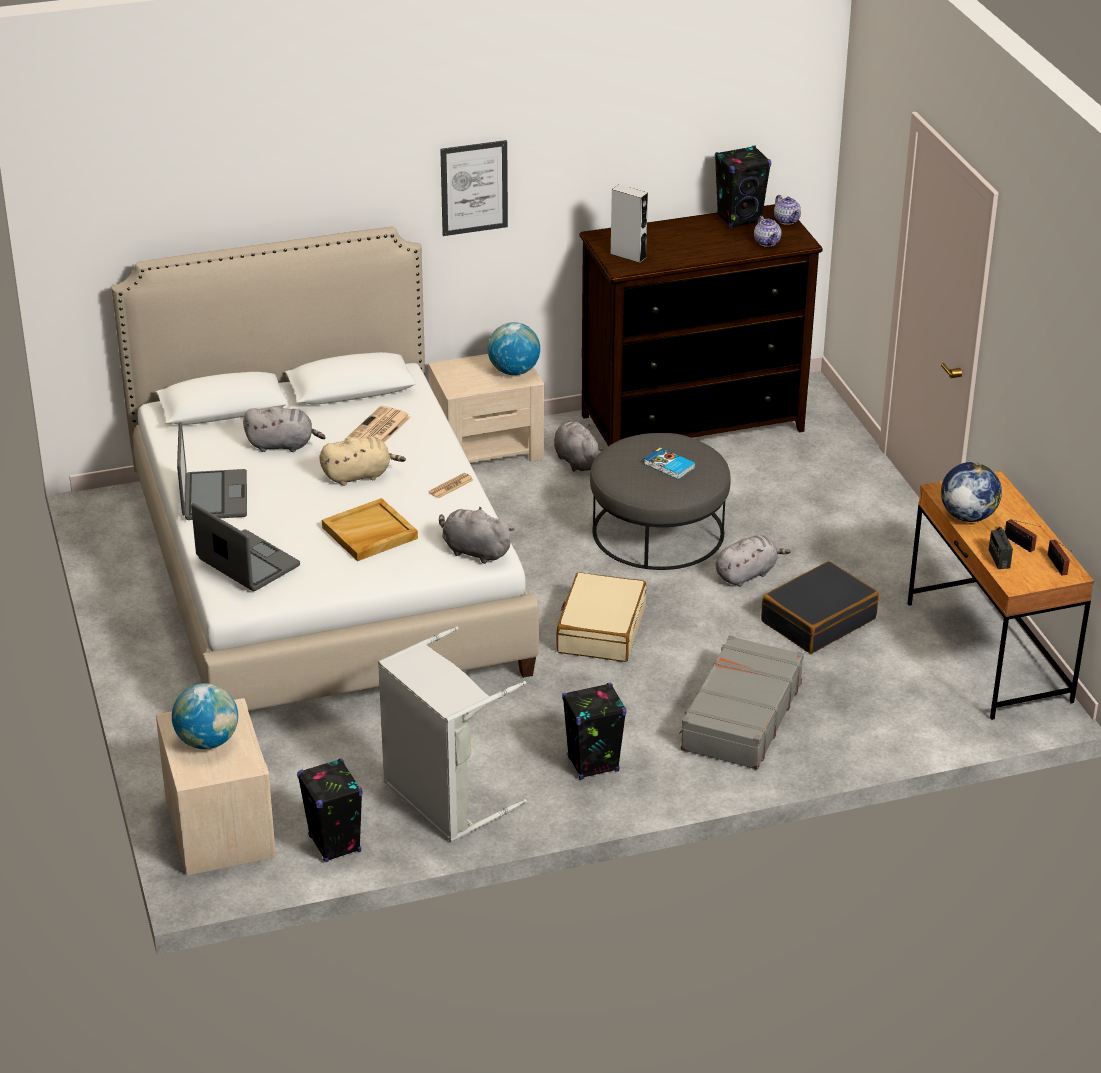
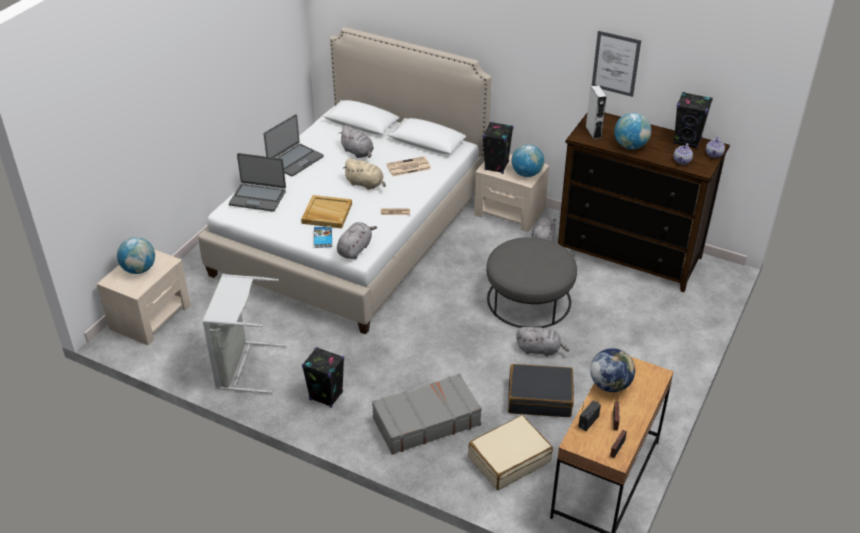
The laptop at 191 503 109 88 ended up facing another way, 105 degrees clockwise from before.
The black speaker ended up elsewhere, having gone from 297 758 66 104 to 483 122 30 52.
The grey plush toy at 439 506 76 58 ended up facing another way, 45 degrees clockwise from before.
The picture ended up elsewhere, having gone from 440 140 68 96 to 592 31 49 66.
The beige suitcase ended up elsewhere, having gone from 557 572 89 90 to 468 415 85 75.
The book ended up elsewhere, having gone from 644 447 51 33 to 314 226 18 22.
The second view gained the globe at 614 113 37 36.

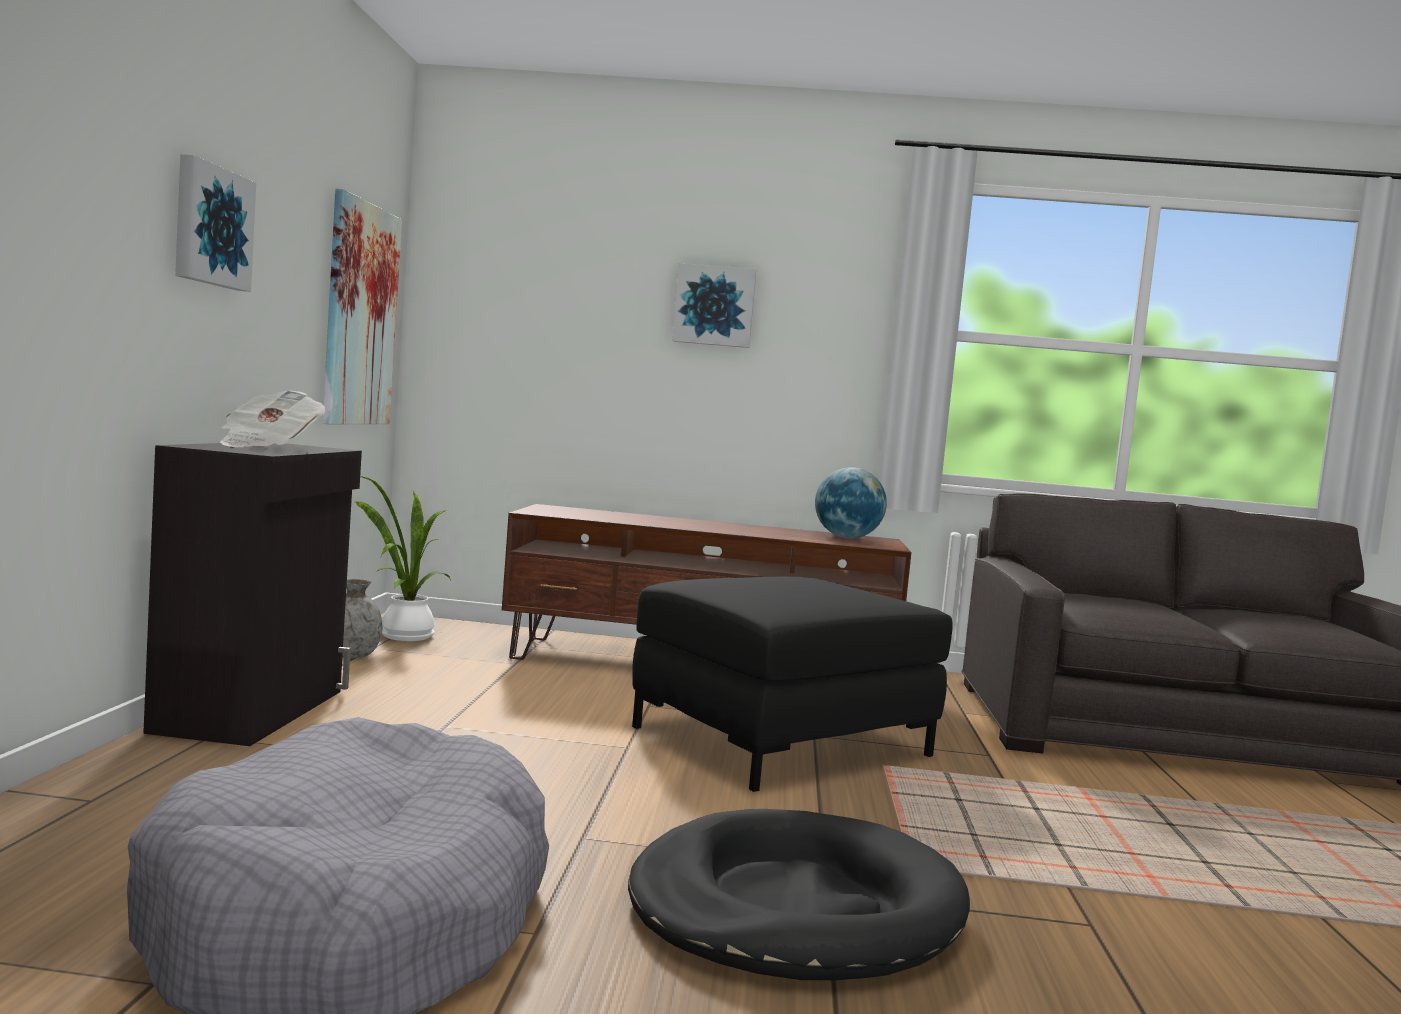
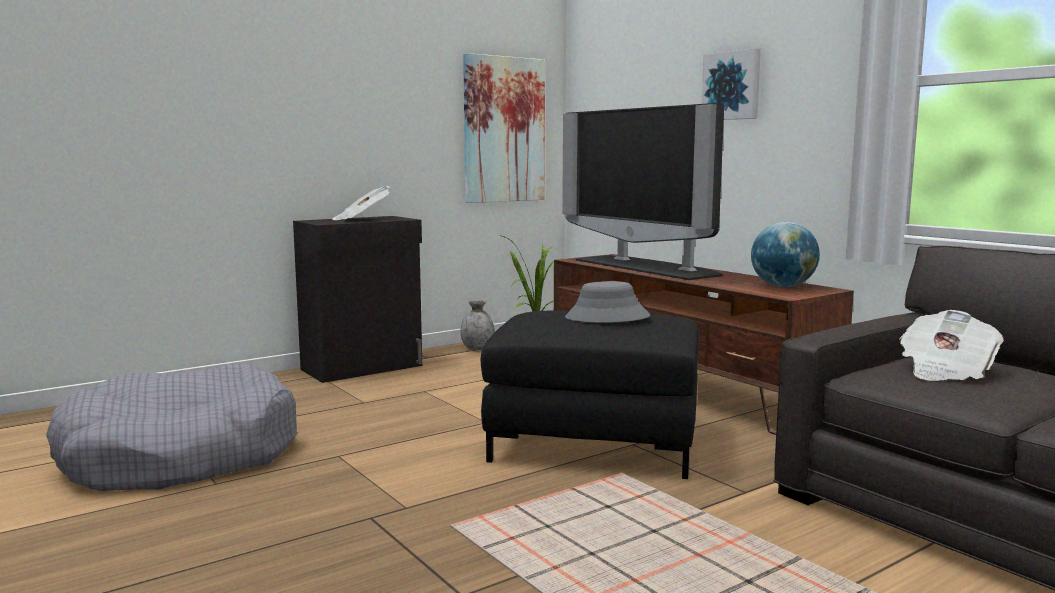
The second view lost the picture at 175 154 81 138.
The second view lost the black dog bed at 628 809 342 171.
The second view gained the television at 562 103 162 177.
The second view gained the grey hat at 565 281 85 42.
The second view gained the newspaper at 899 310 105 71.

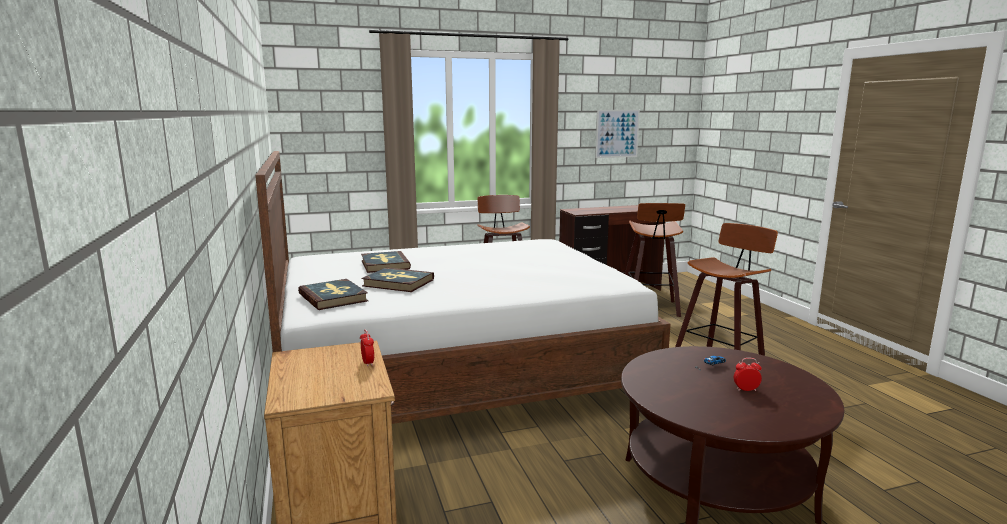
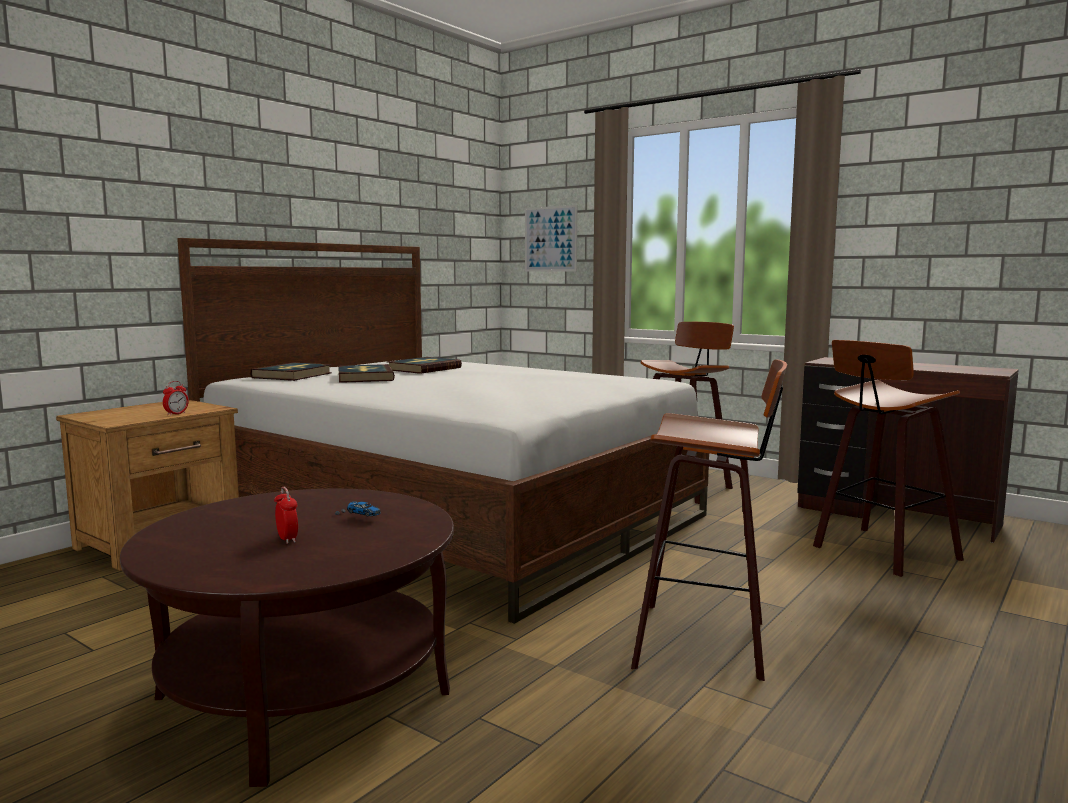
The picture ended up elsewhere, having gone from 595 110 45 48 to 525 205 52 67.

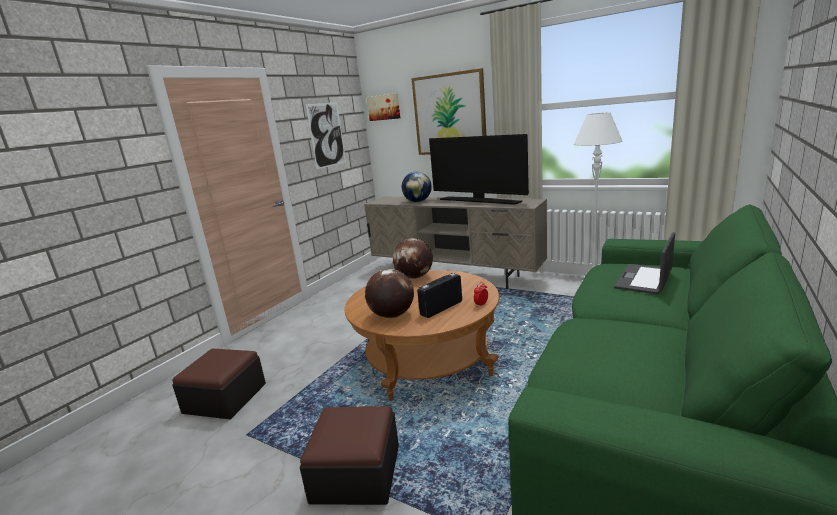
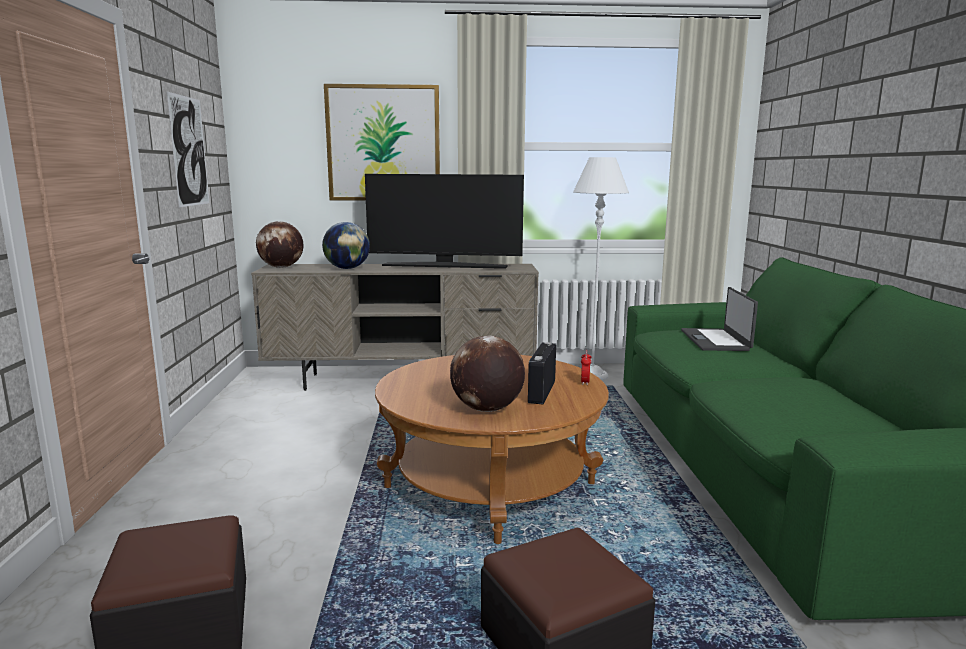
The second view lost the picture at 367 93 33 28.
The globe ended up elsewhere, having gone from 393 238 40 41 to 256 221 48 47.

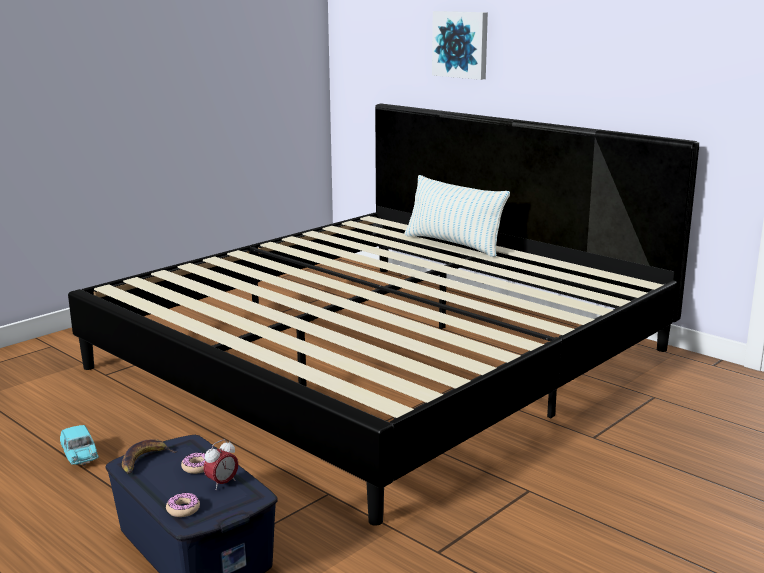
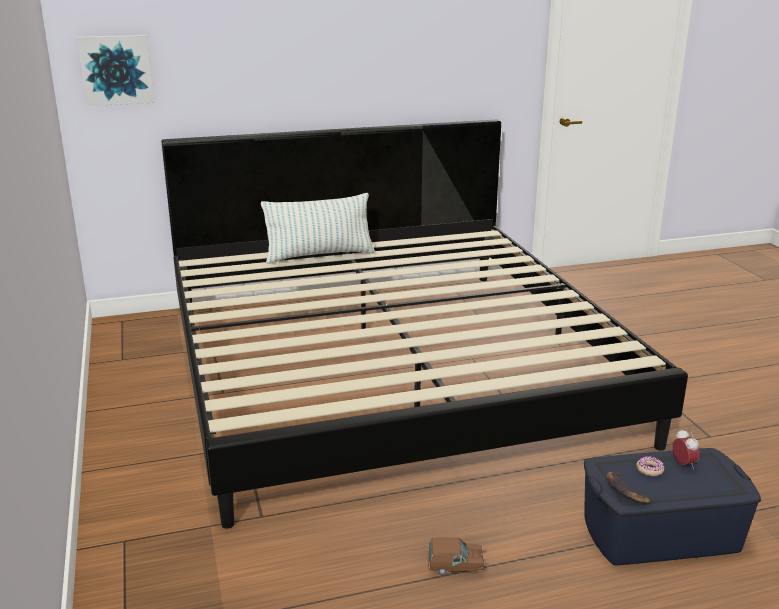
What was the turquoise toy car at 60 425 39 40 turned into the brown toy car at 428 537 57 38.
The second view lost the donut at 166 493 34 24.
The picture ended up elsewhere, having gone from 432 11 56 69 to 77 35 77 71.

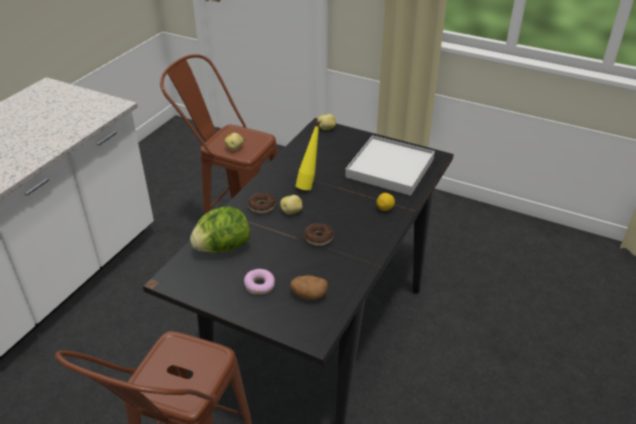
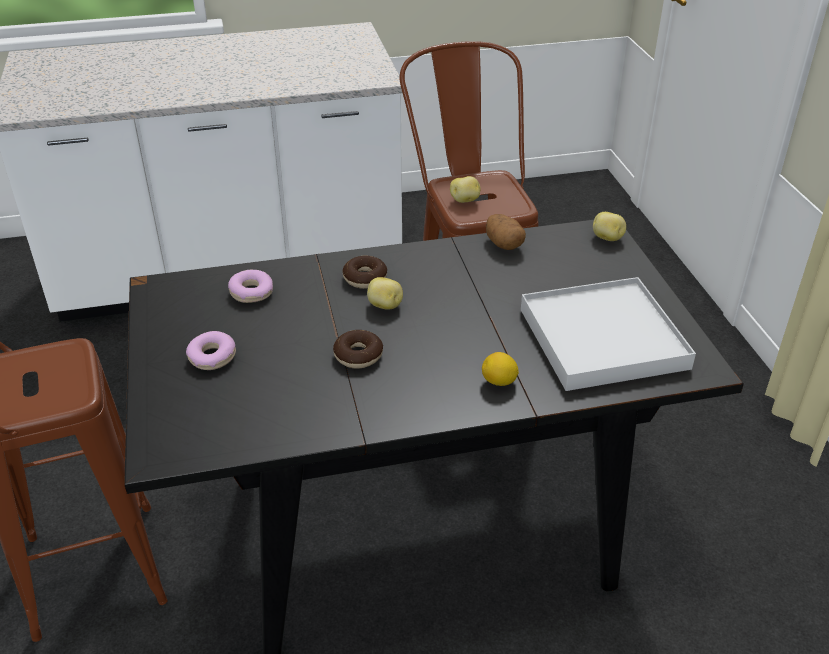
Where the lettuce stood at 190 206 60 47, the donut came to stand at 228 270 45 33.
The potato ended up elsewhere, having gone from 290 275 38 25 to 486 214 40 36.
The second view lost the yellow bottle at 296 121 24 69.

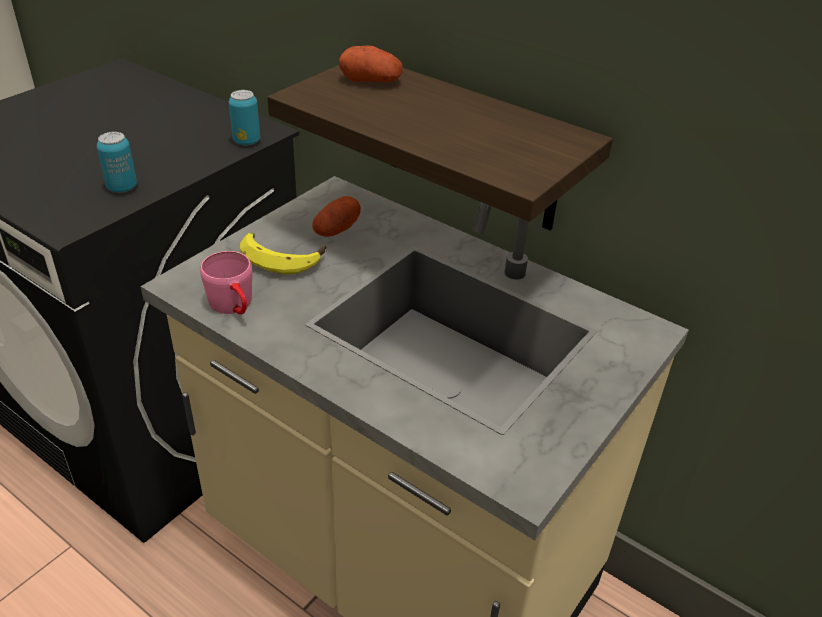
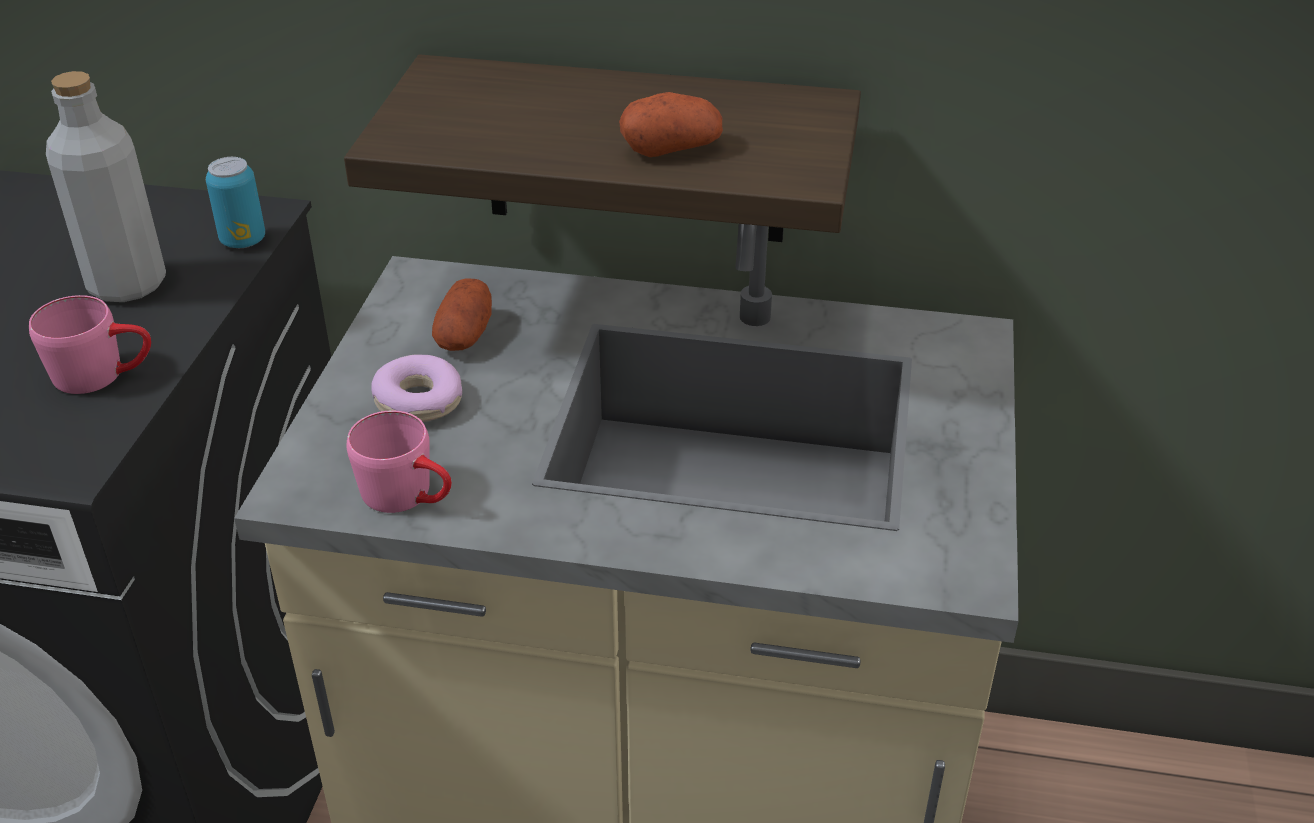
Where the can stood at 97 132 40 61, the pink mug came to stand at 29 295 122 99.
Where the banana stood at 240 233 86 41, the donut came to stand at 371 355 91 67.
The potato ended up elsewhere, having gone from 339 45 63 38 to 619 92 104 65.
The second view gained the grey bottle at 46 71 120 231.

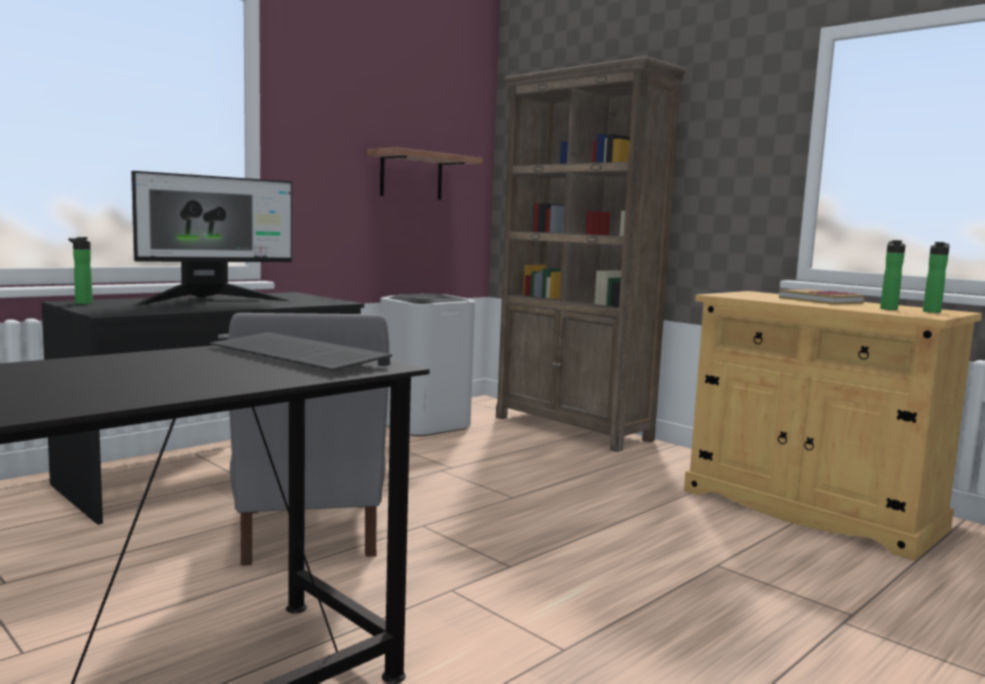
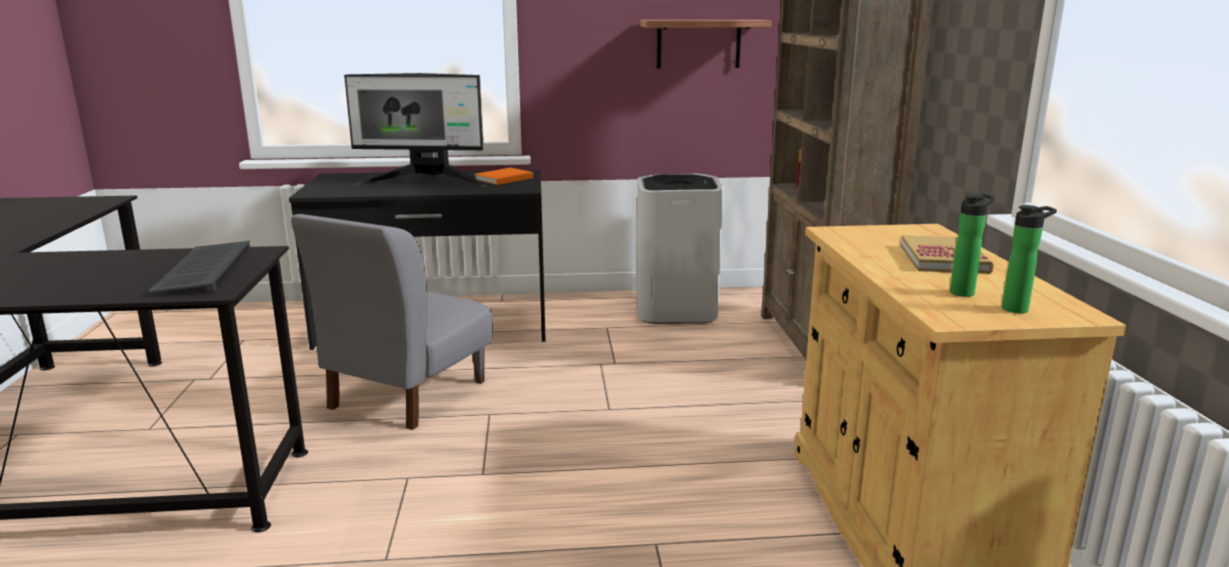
The second view lost the bottle at 69 237 24 67.
The second view gained the orange book at 474 168 59 17.

